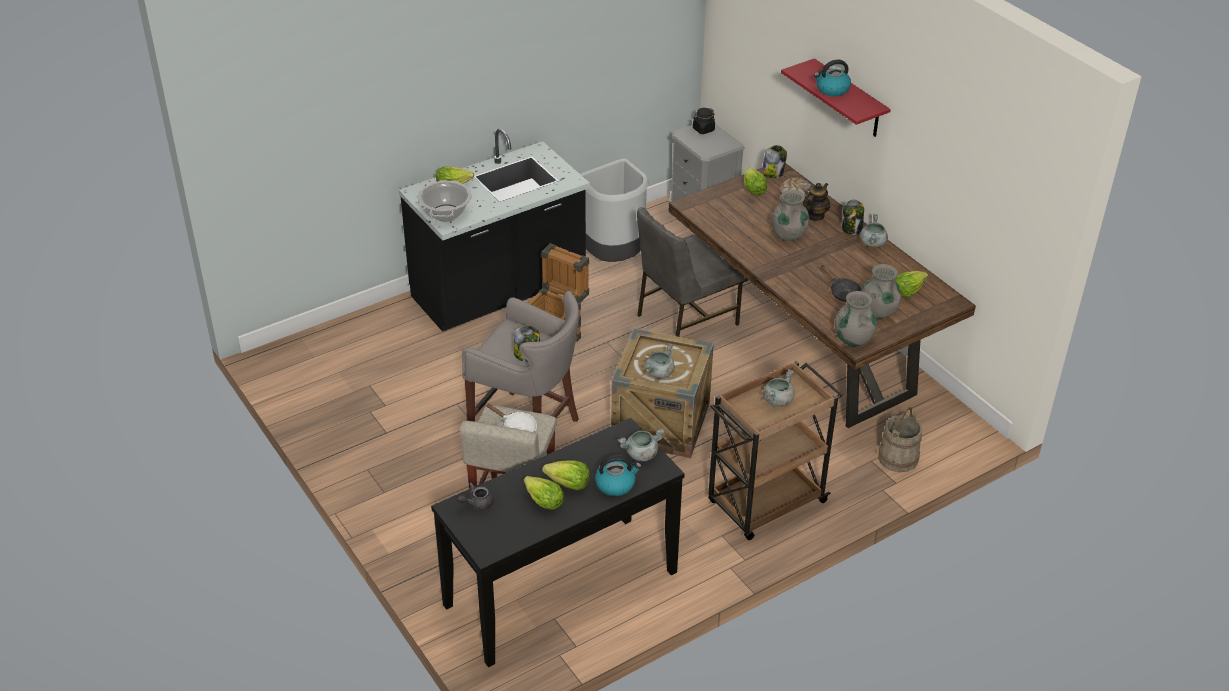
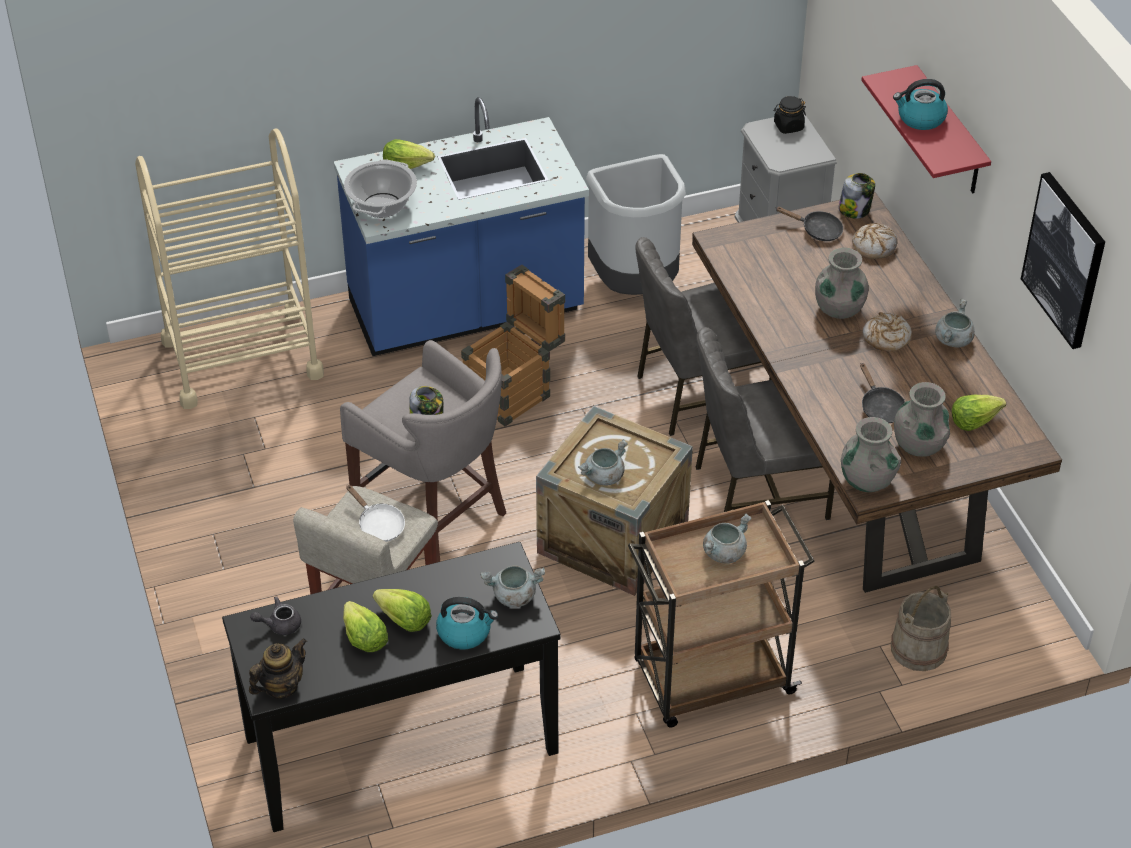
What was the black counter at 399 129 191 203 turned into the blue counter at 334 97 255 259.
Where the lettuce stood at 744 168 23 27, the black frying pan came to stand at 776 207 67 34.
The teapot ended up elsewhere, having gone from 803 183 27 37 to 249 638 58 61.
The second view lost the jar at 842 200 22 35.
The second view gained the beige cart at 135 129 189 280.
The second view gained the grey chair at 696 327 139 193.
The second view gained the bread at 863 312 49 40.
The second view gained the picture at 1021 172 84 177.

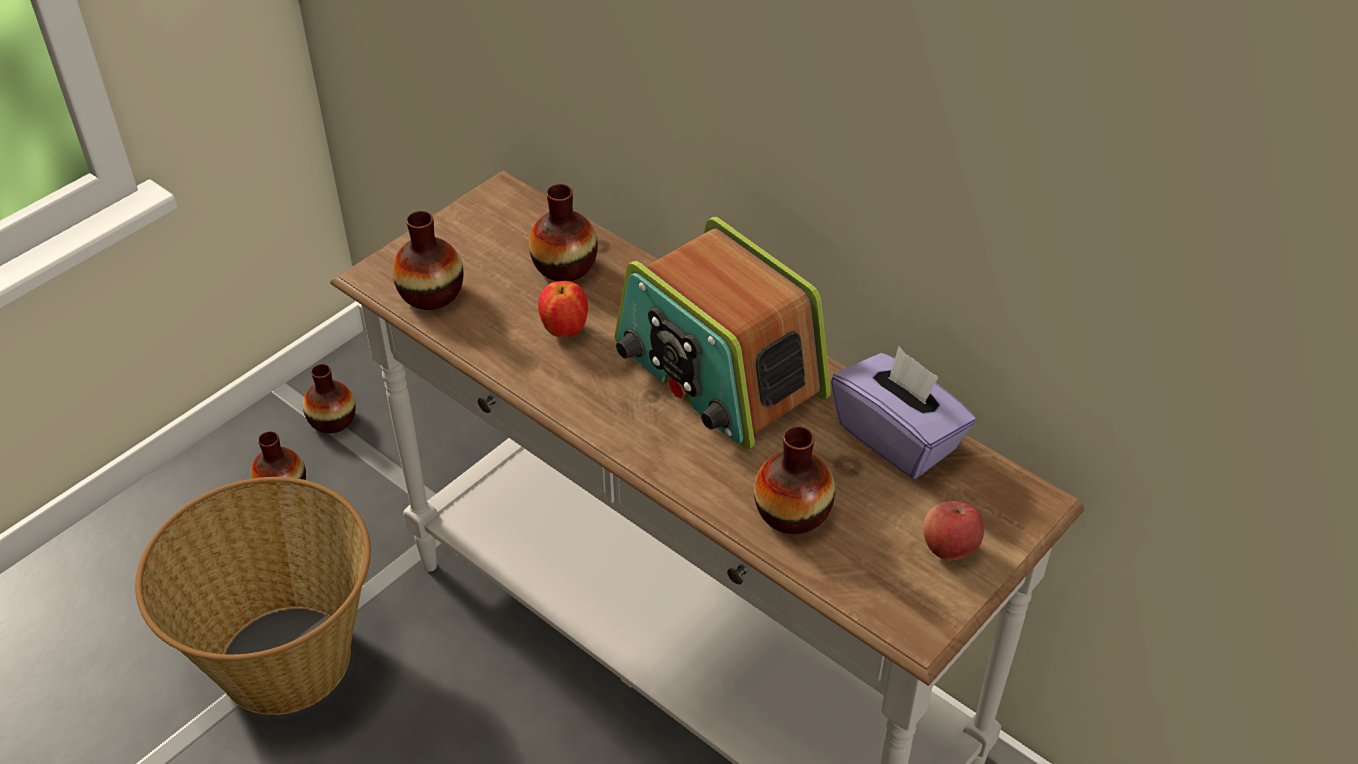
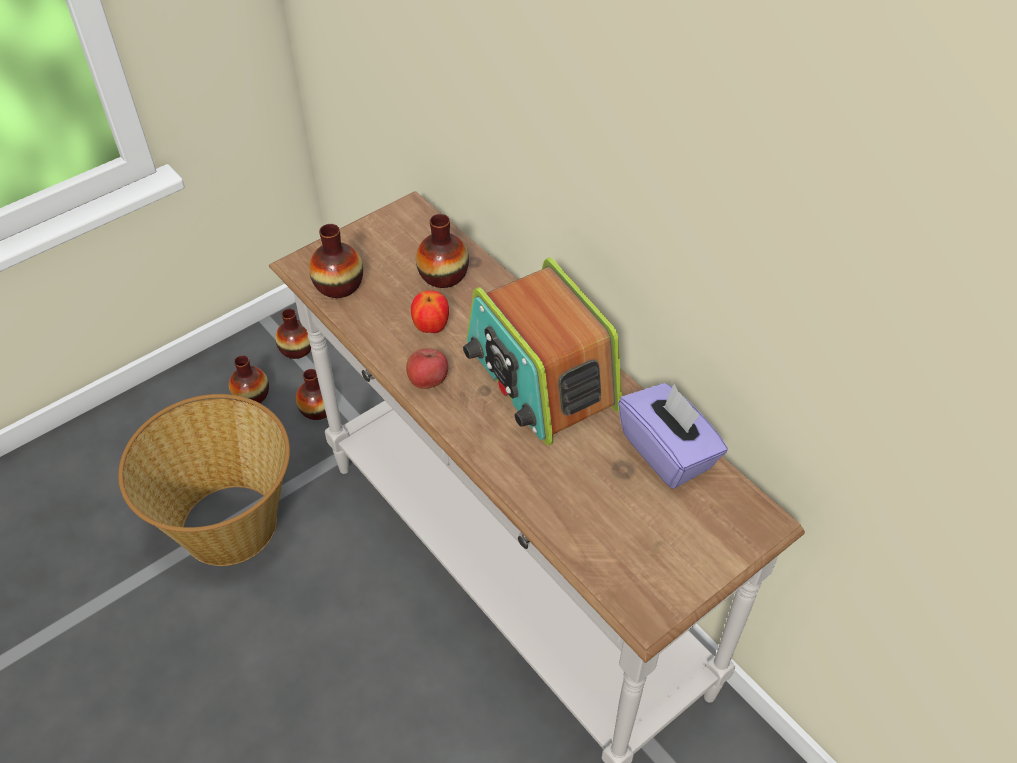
The vase ended up elsewhere, having gone from 754 426 81 108 to 296 369 31 51.
The apple ended up elsewhere, having gone from 923 501 61 59 to 406 348 42 41.

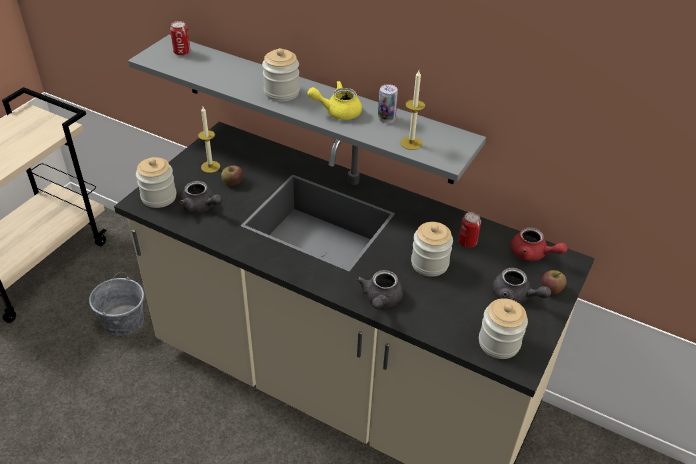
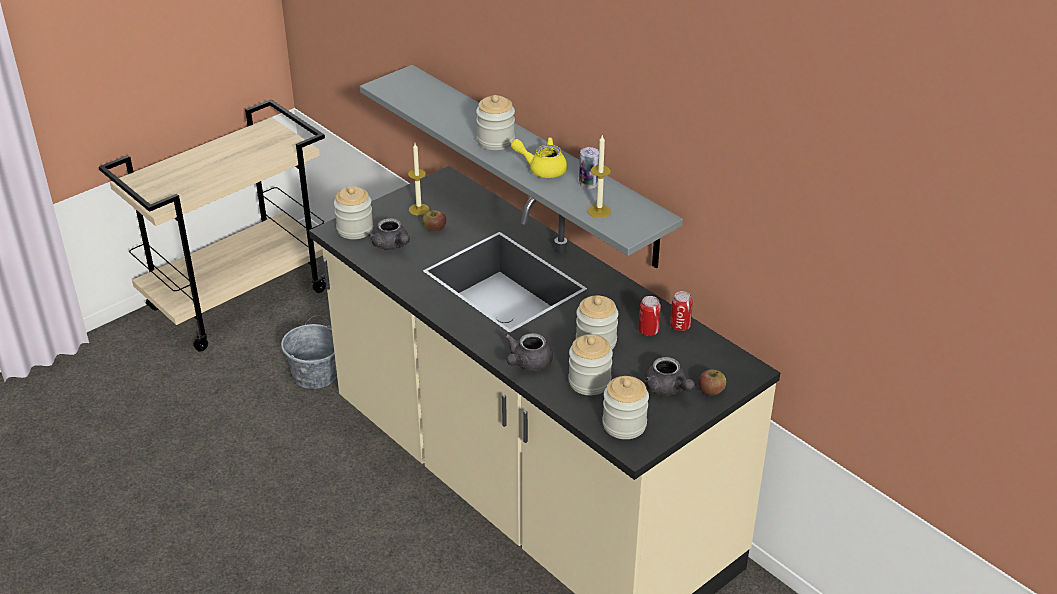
The can ended up elsewhere, having gone from 170 21 21 35 to 670 291 23 40.
The second view lost the red teapot at 511 227 57 34.
The second view gained the jar at 569 334 44 61.

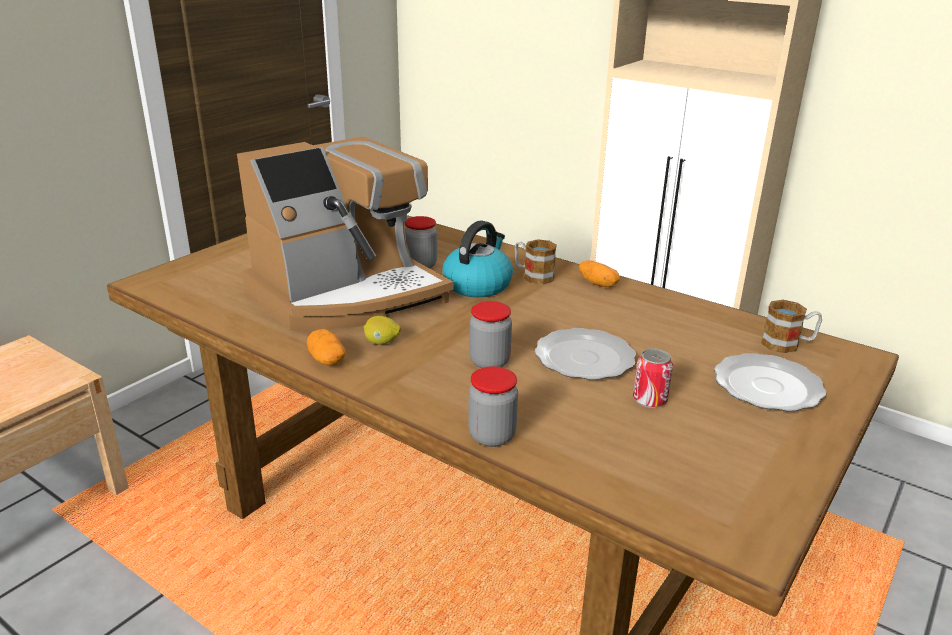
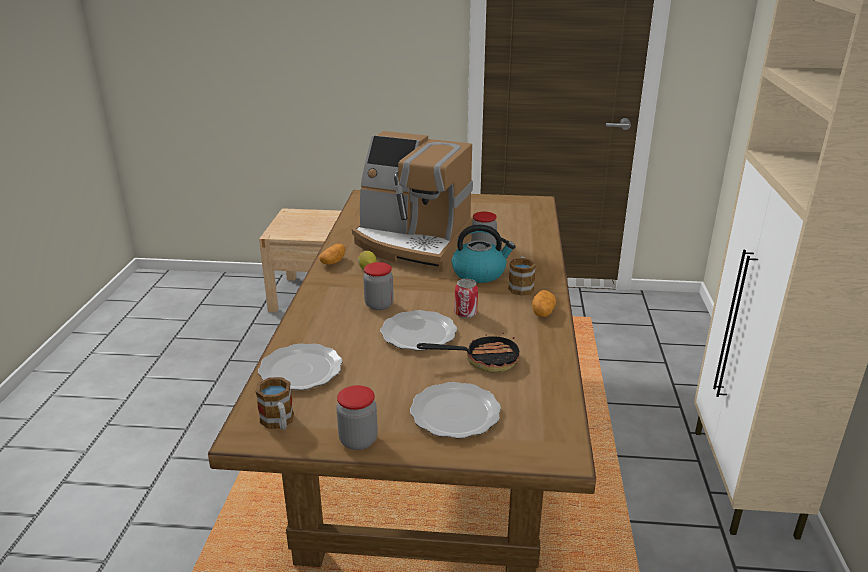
The jar ended up elsewhere, having gone from 468 366 50 81 to 336 385 42 65.
The can ended up elsewhere, having gone from 633 348 40 60 to 455 279 23 39.
The mug ended up elsewhere, having gone from 761 300 61 53 to 255 377 39 53.
The second view gained the plate at 258 343 85 47.
The second view gained the frying pan at 417 333 102 39.

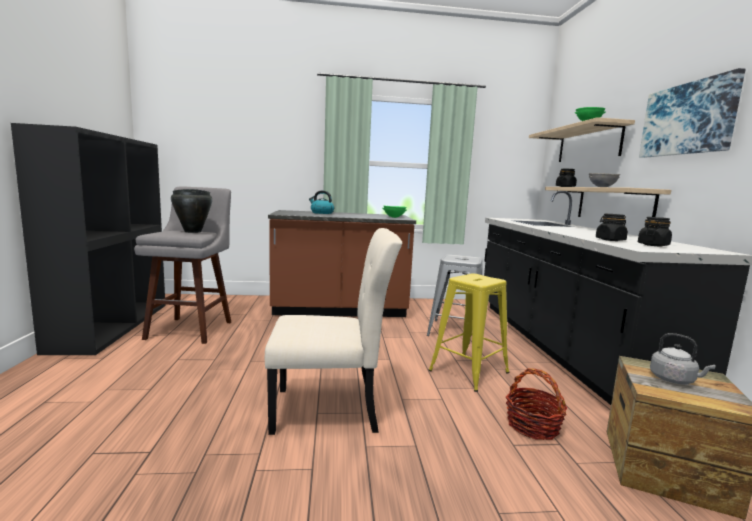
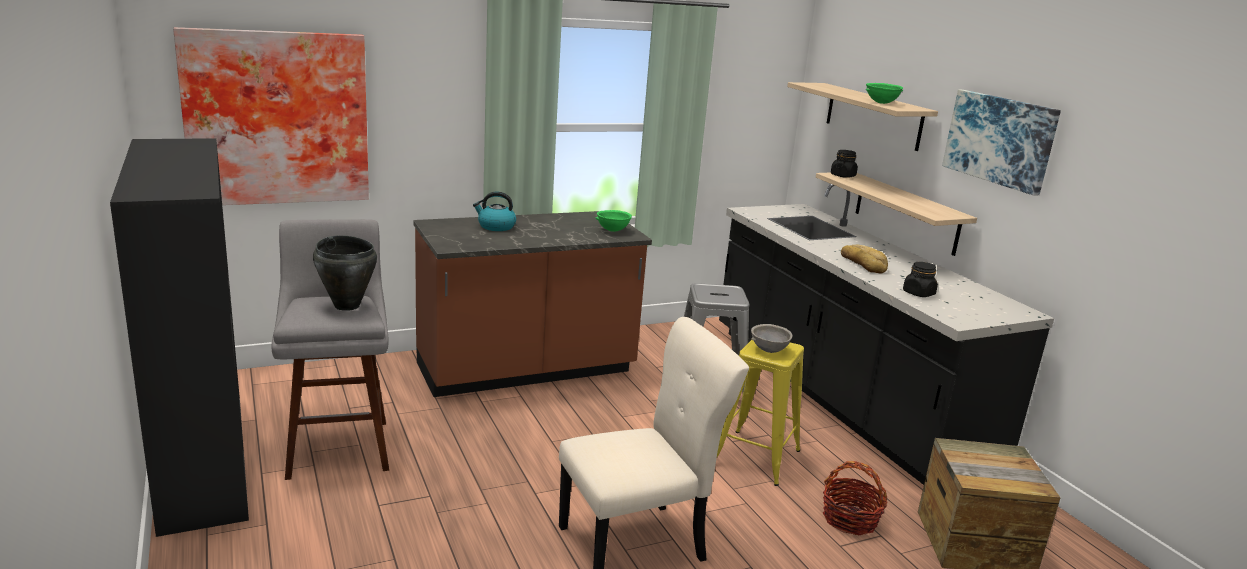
The grey bowl ended up elsewhere, having gone from 589 173 31 14 to 751 324 42 29.
The second view lost the black jar at 638 217 34 30.
The second view lost the grey kettle at 650 333 66 51.
The second view gained the picture at 173 27 196 178.
The second view gained the bread at 841 245 47 29.

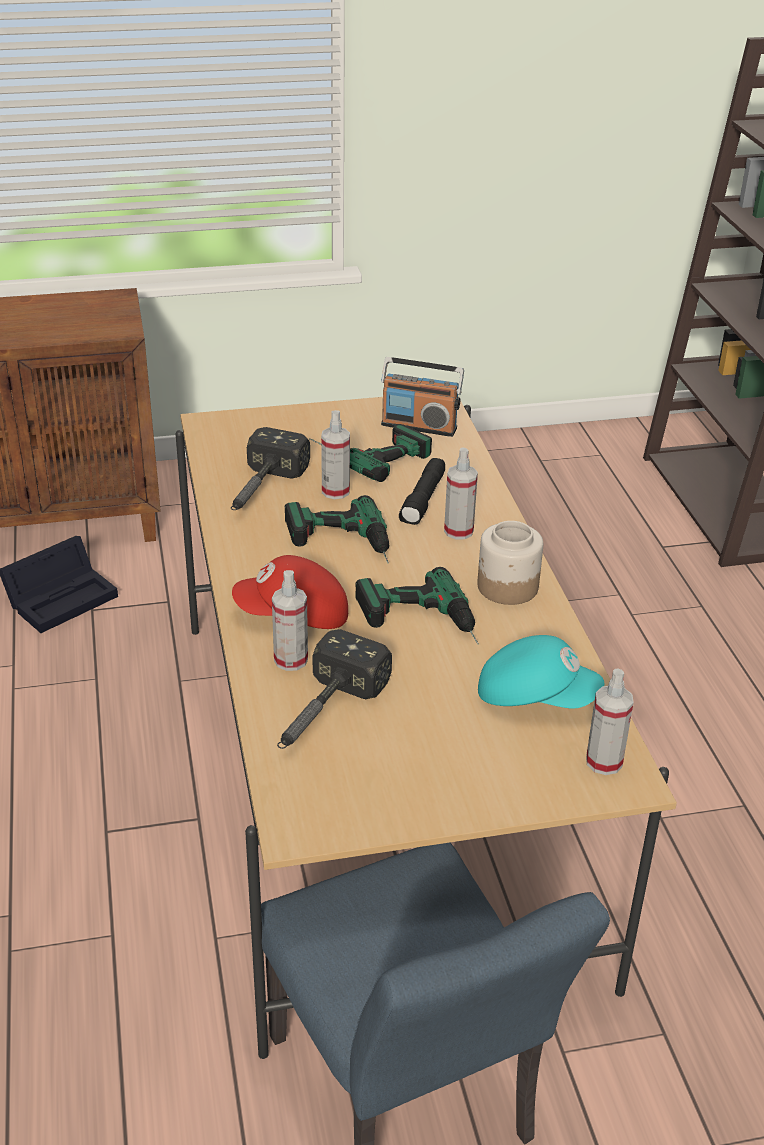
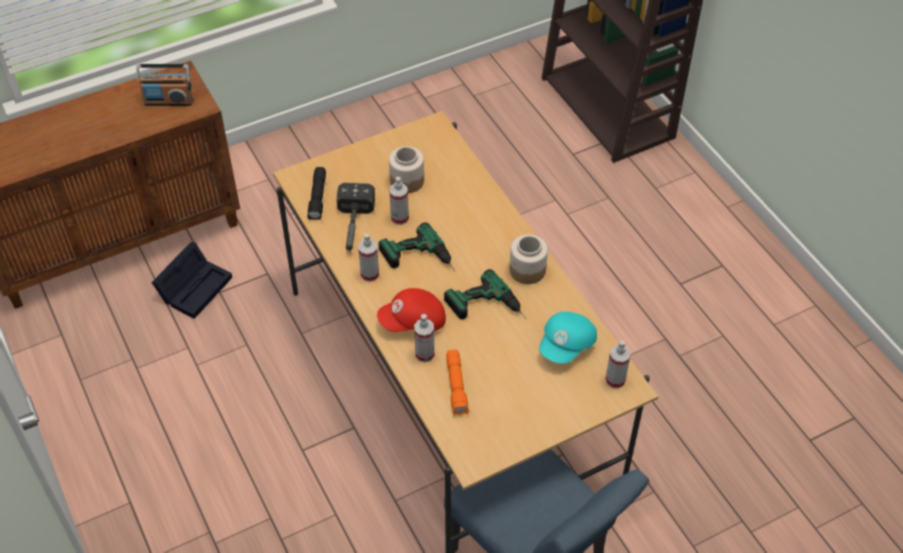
Where the hammer stood at 277 629 115 120, the orange flashlight came to stand at 446 350 23 66.
Where the power drill stood at 309 424 123 58, the jar came to stand at 389 146 35 47.
The radio ended up elsewhere, having gone from 381 357 83 80 to 136 64 57 42.
The black flashlight ended up elsewhere, having gone from 399 458 46 67 to 307 167 19 53.
The spray bottle ended up elsewhere, having gone from 444 448 34 91 to 358 233 21 49.
The turquoise cap at 478 635 126 73 ended up facing another way, 120 degrees clockwise from before.

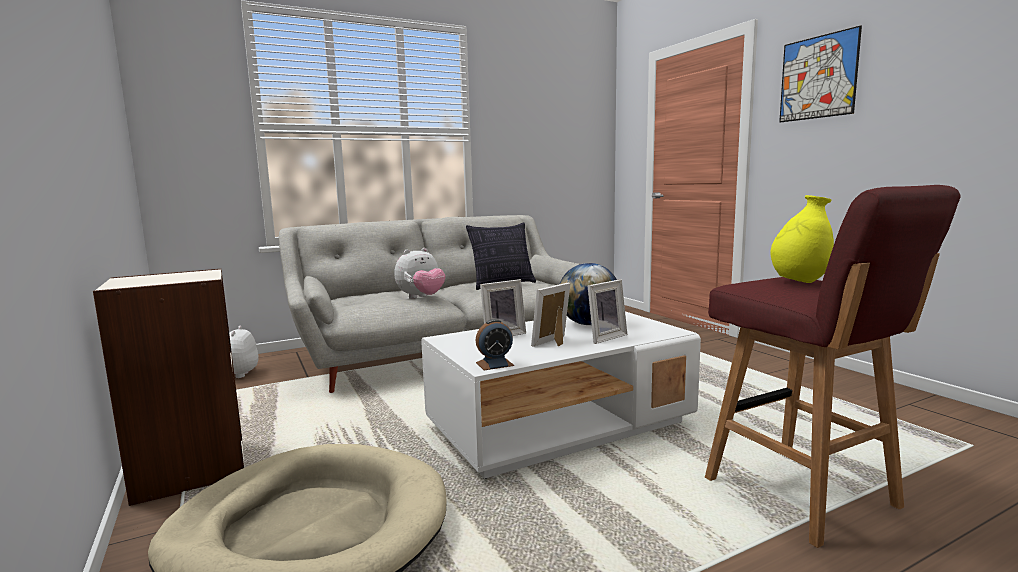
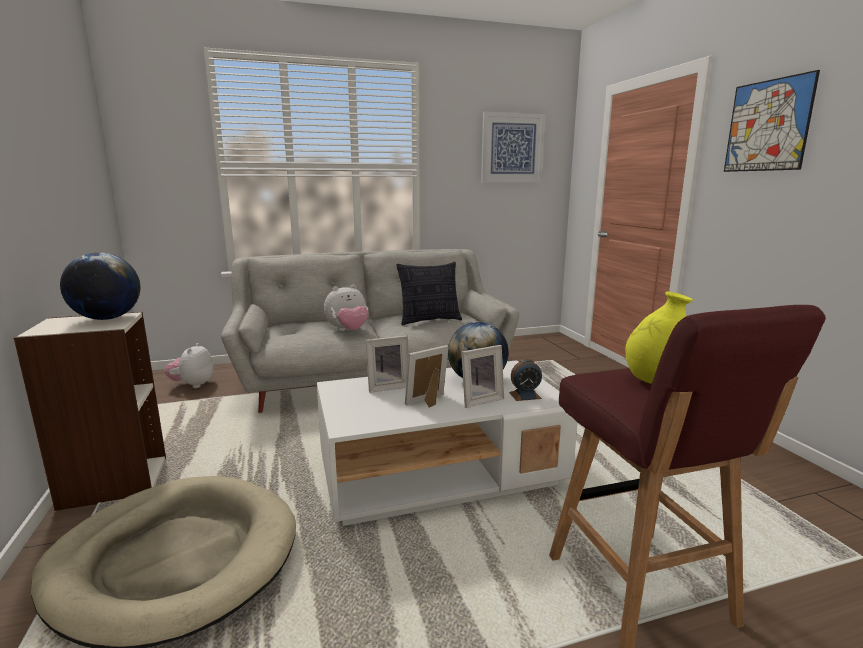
The alarm clock ended up elsewhere, having gone from 476 319 39 51 to 509 359 33 42.
The second view gained the globe at 60 252 80 68.
The second view gained the picture at 481 111 64 72.

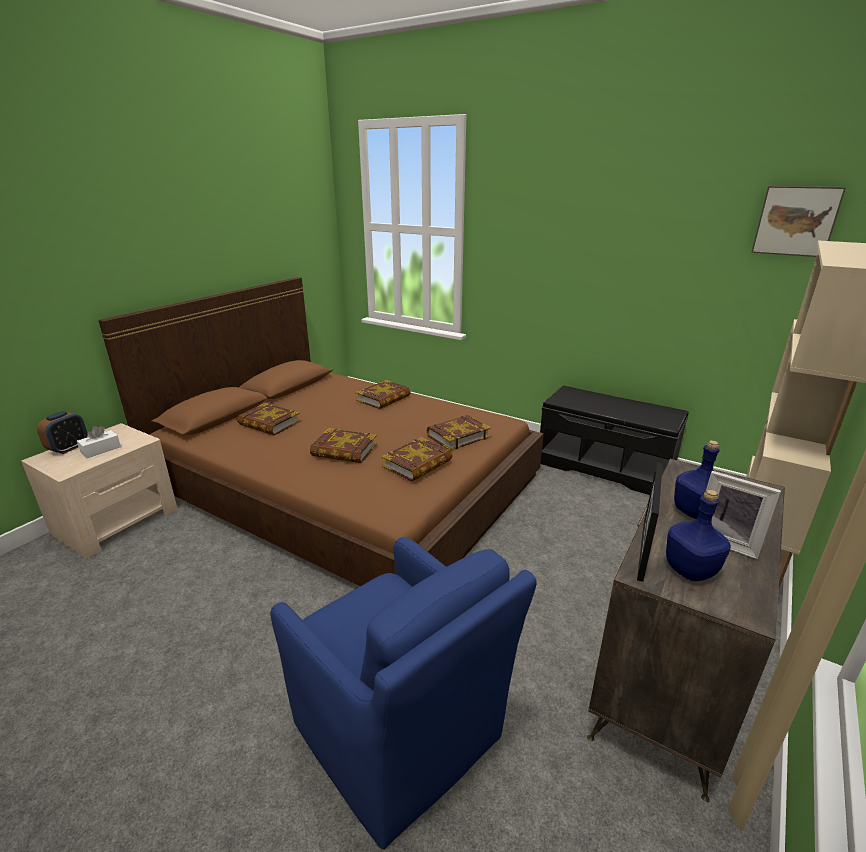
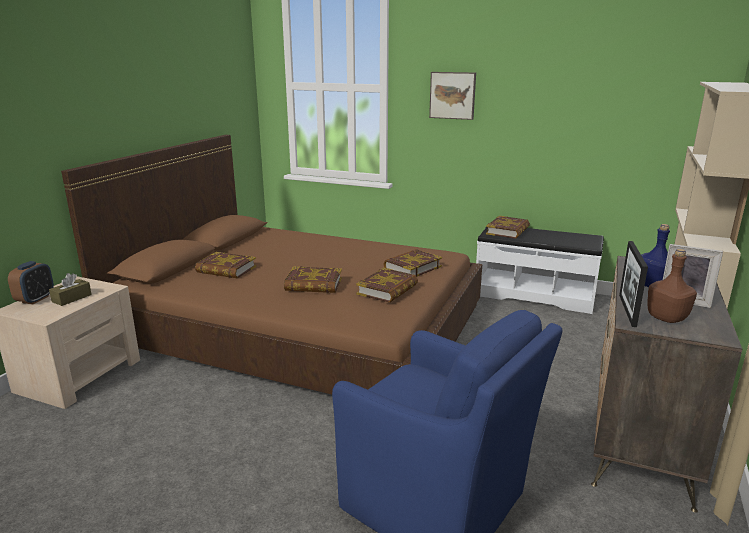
What was the white tissue box at 77 426 44 32 turned into the brown tissue box at 49 273 43 33.
The book ended up elsewhere, having gone from 356 380 55 29 to 486 216 44 23.
What was the black bench at 540 385 149 110 turned into the white bench at 476 227 128 87.
What was the blue bottle at 666 490 65 91 turned into the brown bottle at 647 249 50 74.
The picture ended up elsewhere, having gone from 751 186 95 71 to 429 72 47 48.

